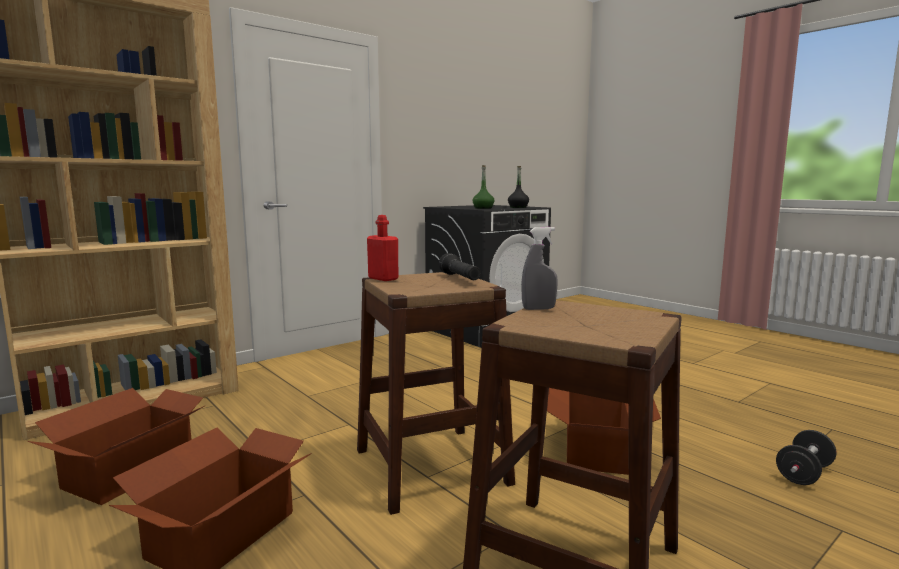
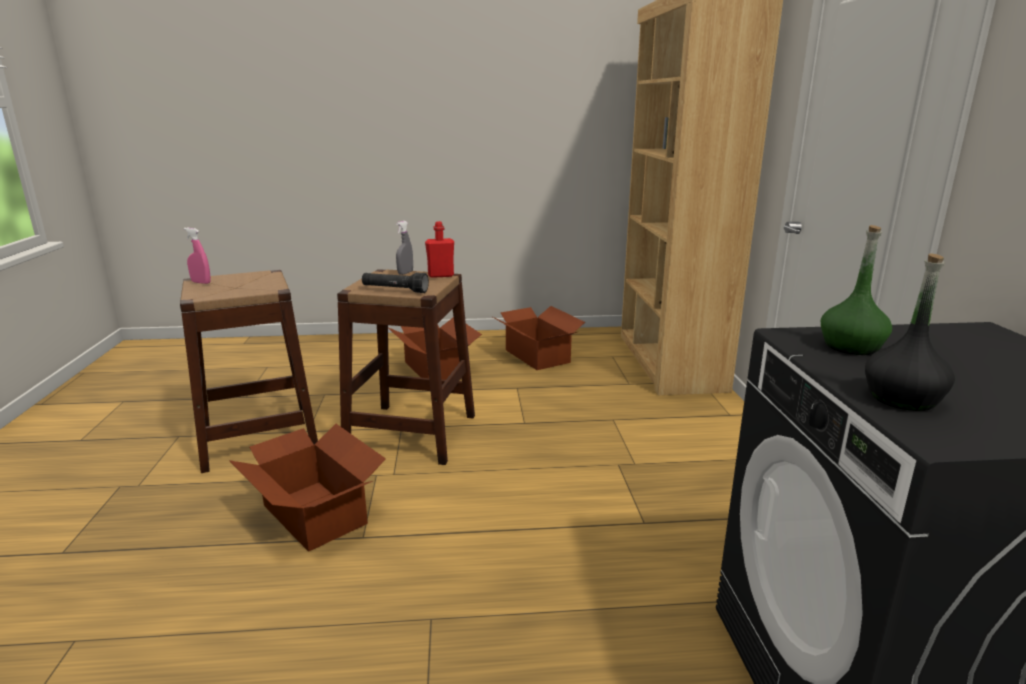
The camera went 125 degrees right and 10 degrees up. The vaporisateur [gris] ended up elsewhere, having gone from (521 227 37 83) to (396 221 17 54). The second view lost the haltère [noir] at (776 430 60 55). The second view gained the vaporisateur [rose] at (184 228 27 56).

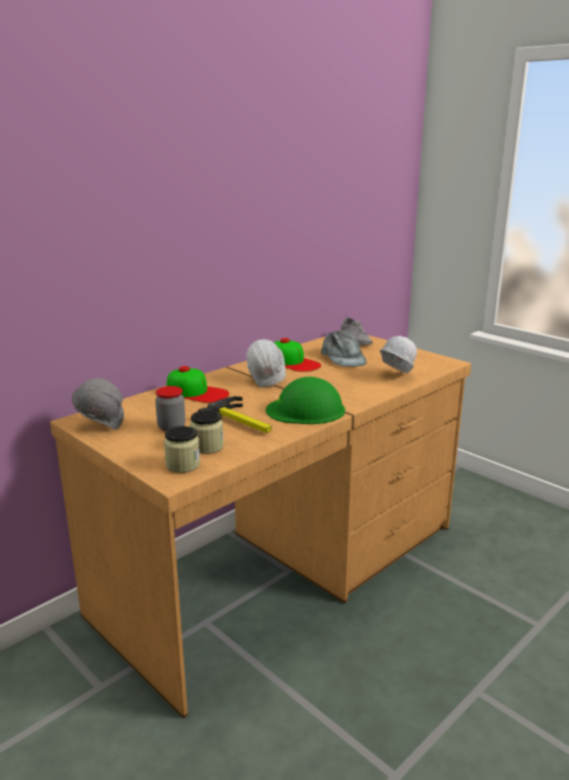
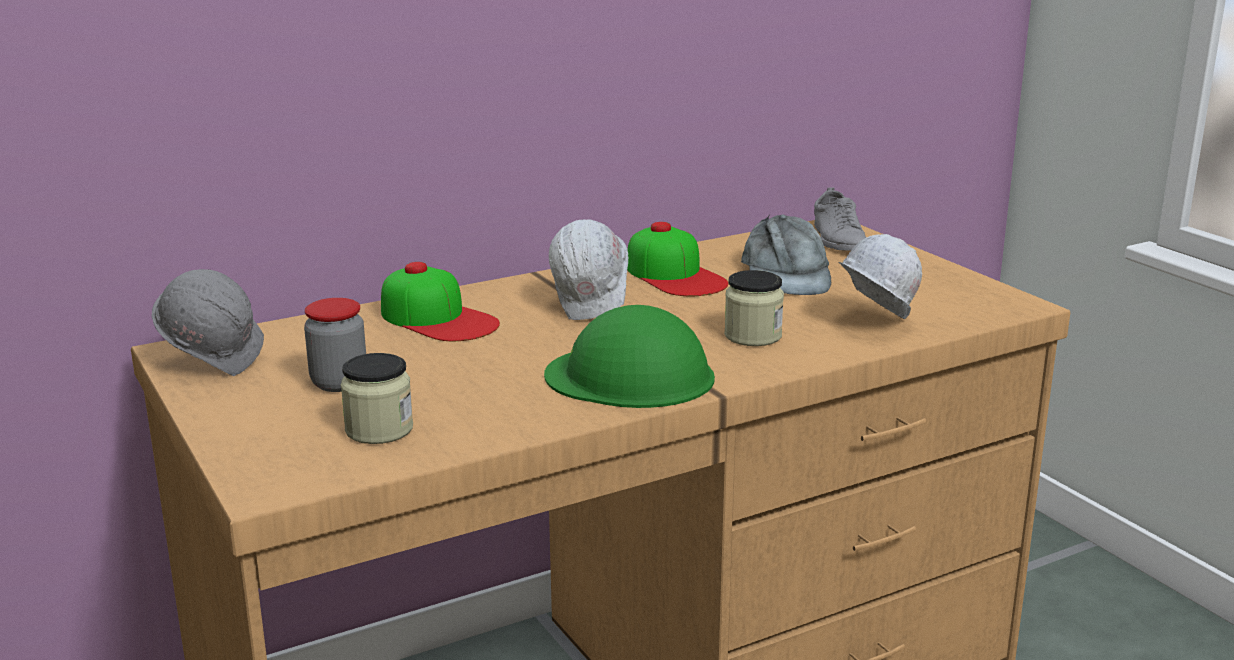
The camera went 15 degrees right and 0 degrees up. The bocal ended up elsewhere, having gone from (164 426 36 47) to (724 270 60 76). The second view lost the marteau at (198 396 74 37).

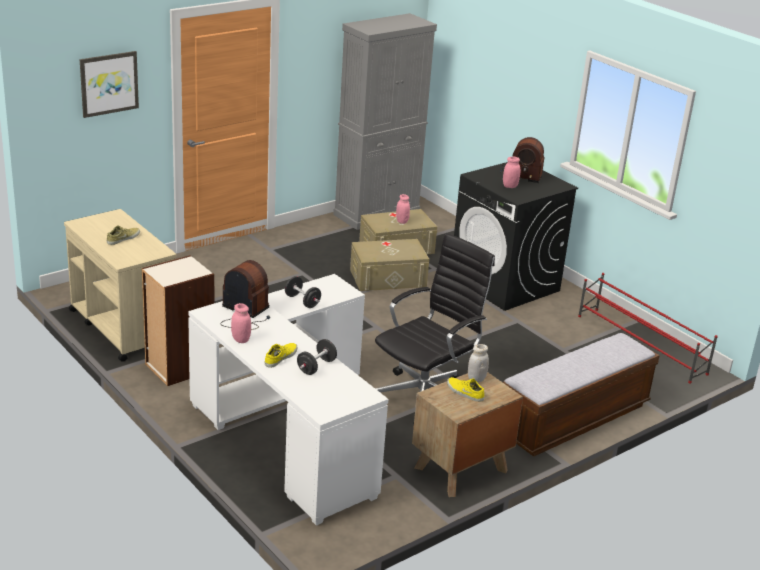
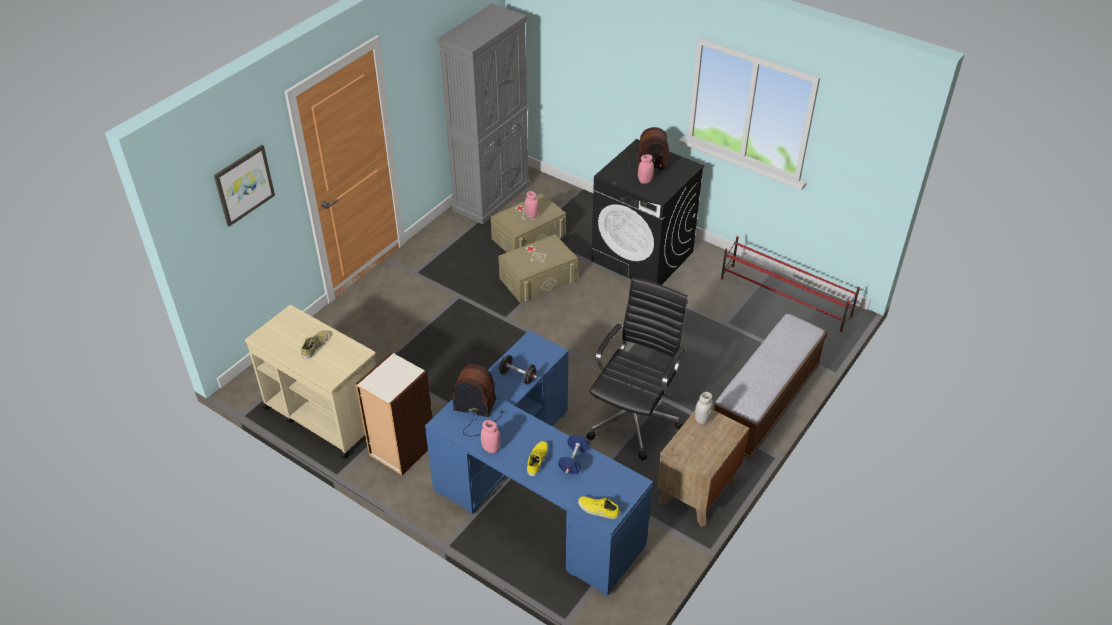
The camera went 15 degrees left and 15 degrees up. What was the bureau [blanc] at (188 274 201 252) turned into the bureau [bleu] at (425 331 228 265). What was the haltère [noir] at (297 339 40 36) turned into the haltère [bleu] at (558 435 32 39). The chaussure [jaune] ended up elsewhere, having gone from (447 377 38 25) to (578 496 42 23).

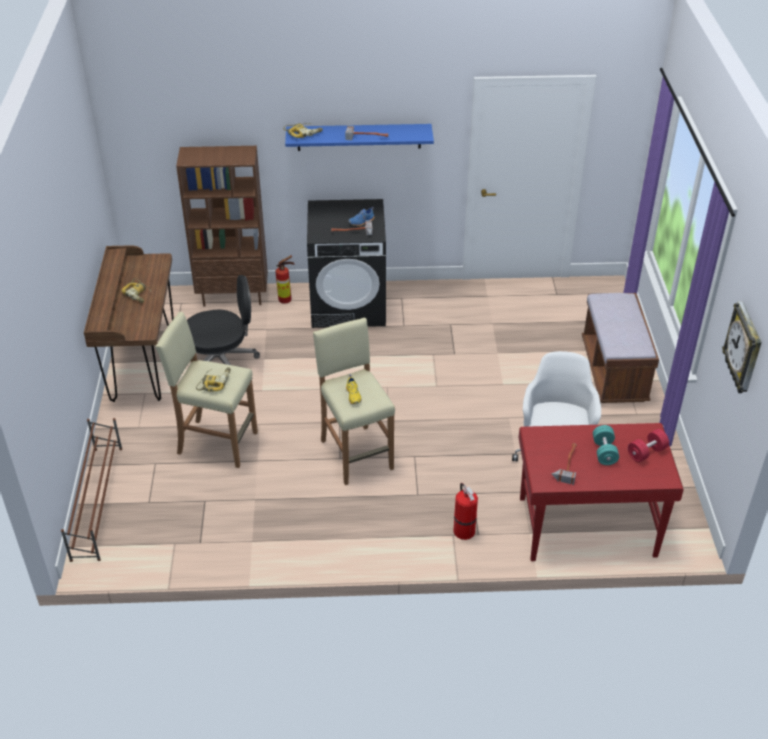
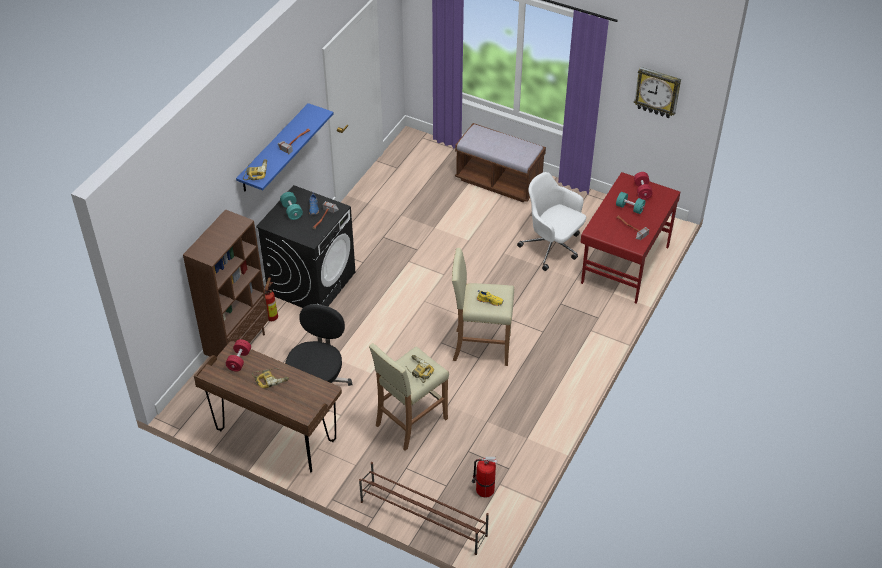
The camera went 60 degrees left and 5 degrees up. The extincteur ended up elsewhere, having gone from (453 483 25 57) to (472 457 25 41). The second view gained the haltère [rouge] at (225 339 26 33). The second view gained the haltère [turquoise] at (280 192 23 28).

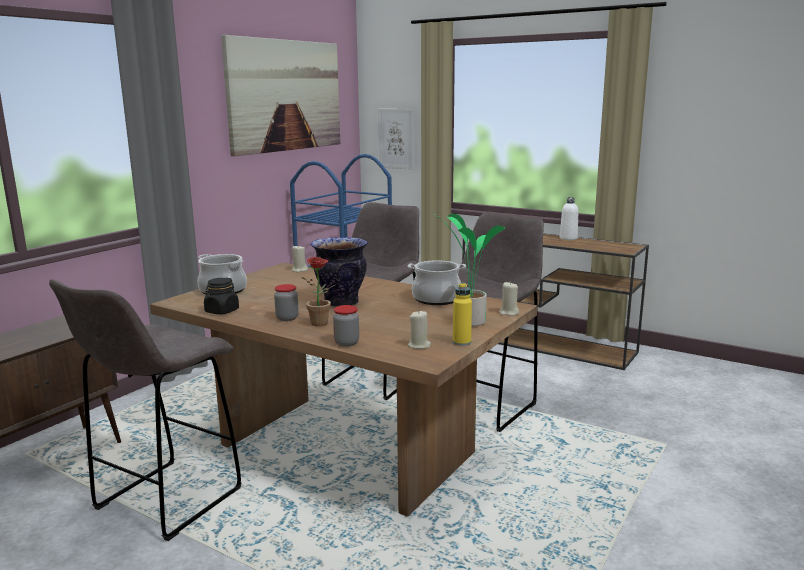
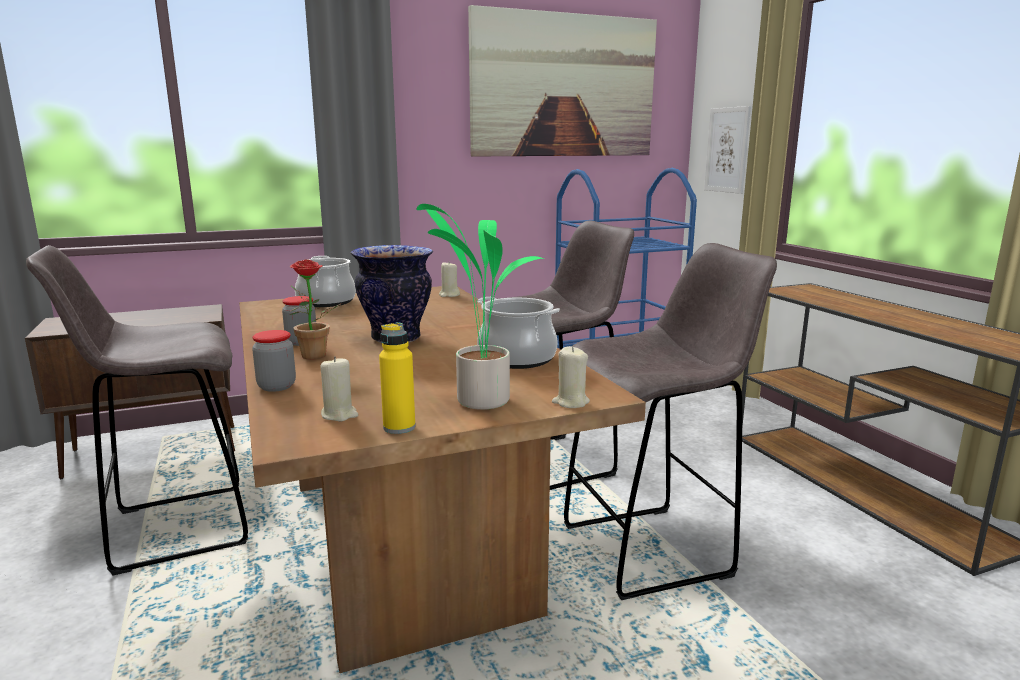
The camera went 35 degrees right and 0 degrees up. The second view lost the bocal [noir] at (204 278 35 36). The second view lost the bouteille [blanc] at (560 197 18 43).

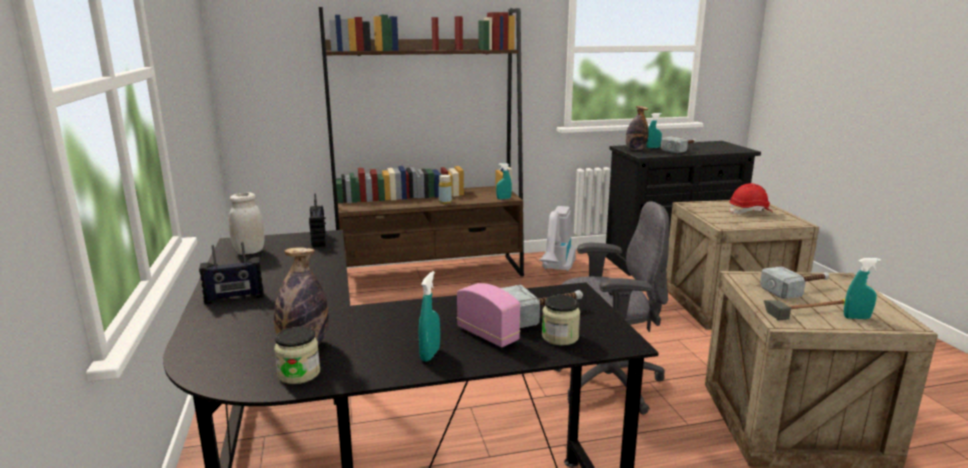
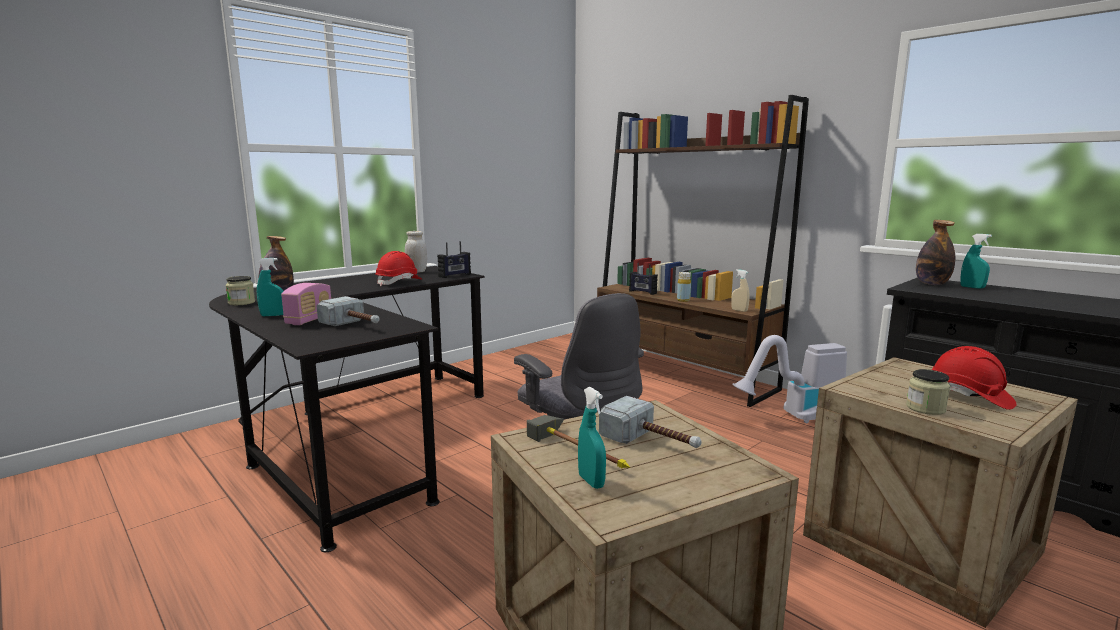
The camera went 60 degrees right and 5 degrees down. The radio ended up elsewhere, having gone from (199 242 65 62) to (629 263 29 32). What was the vaporisateur [turquoise] at (496 163 16 36) turned into the vaporisateur [beige] at (731 269 19 43). The bocal ended up elsewhere, having gone from (542 295 38 50) to (906 369 44 46). The second view lost the marteau at (661 136 35 17). The second view gained the casque de chantier [rouge] at (375 251 47 35).

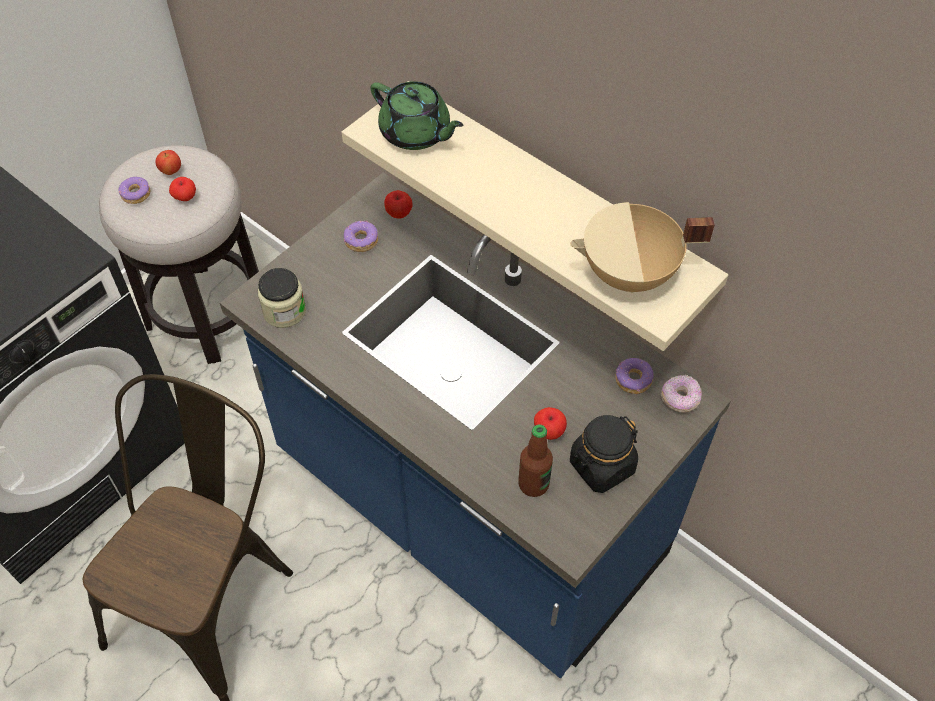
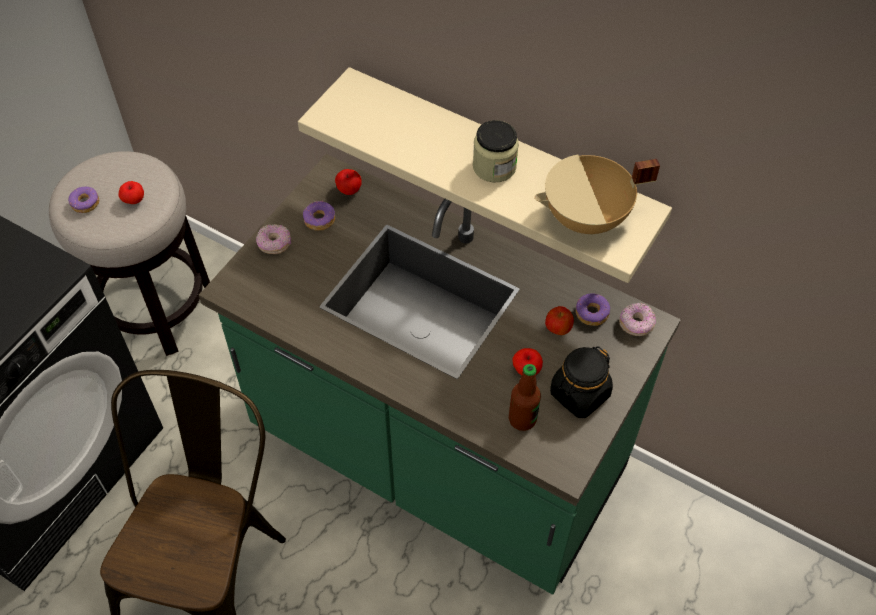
The camera went 10 degrees left and 0 degrees up. The pomme ended up elsewhere, having gone from (155 150 26 25) to (545 306 29 29). What was the comptoir de cuisine [bleu] at (220 172 511 506) turned into the comptoir de cuisine [vert] at (199 154 482 441). The bocal ended up elsewhere, having gone from (258 268 48 60) to (473 120 46 62). The second view lost the théière [vert] at (370 81 93 69). The second view gained the beignet at (256 224 35 30).

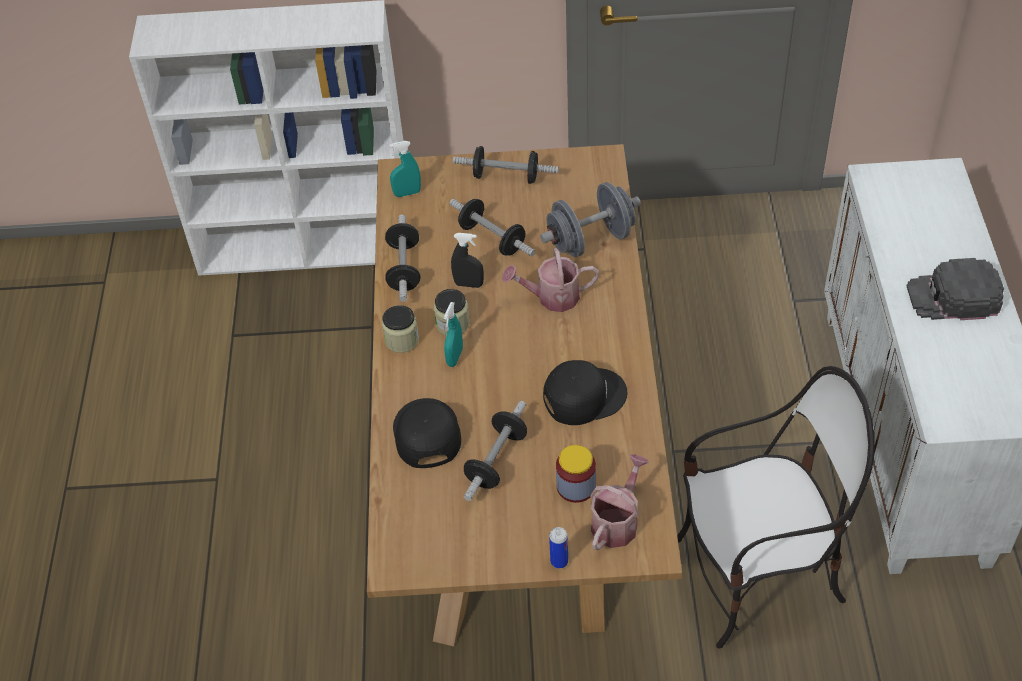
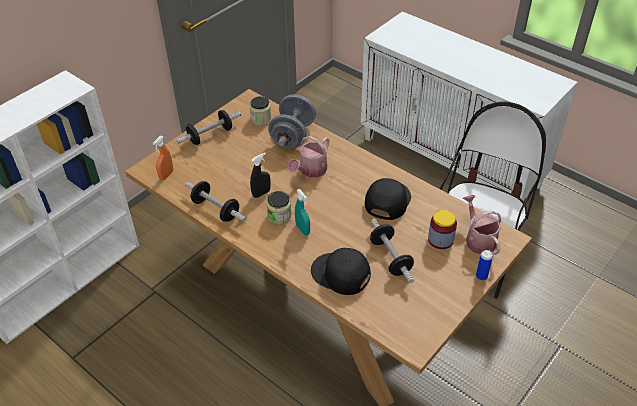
The camera went 50 degrees left and 5 degrees down. The bocal ended up elsewhere, having gone from (382 305 37 48) to (250 96 21 29). What was the vaporisateur [turquoise] at (389 141 32 56) turned into the vaporisateur [orange] at (153 136 20 45). The second view lost the haltère at (449 199 86 58). The second view lost the casquette [noir] at (907 258 97 62).

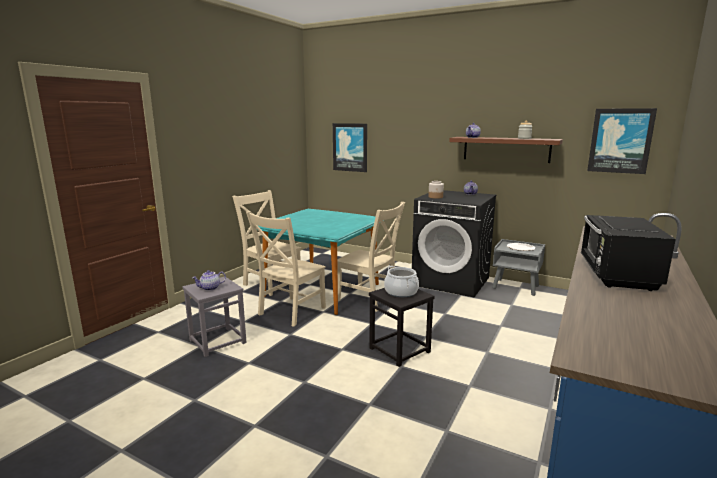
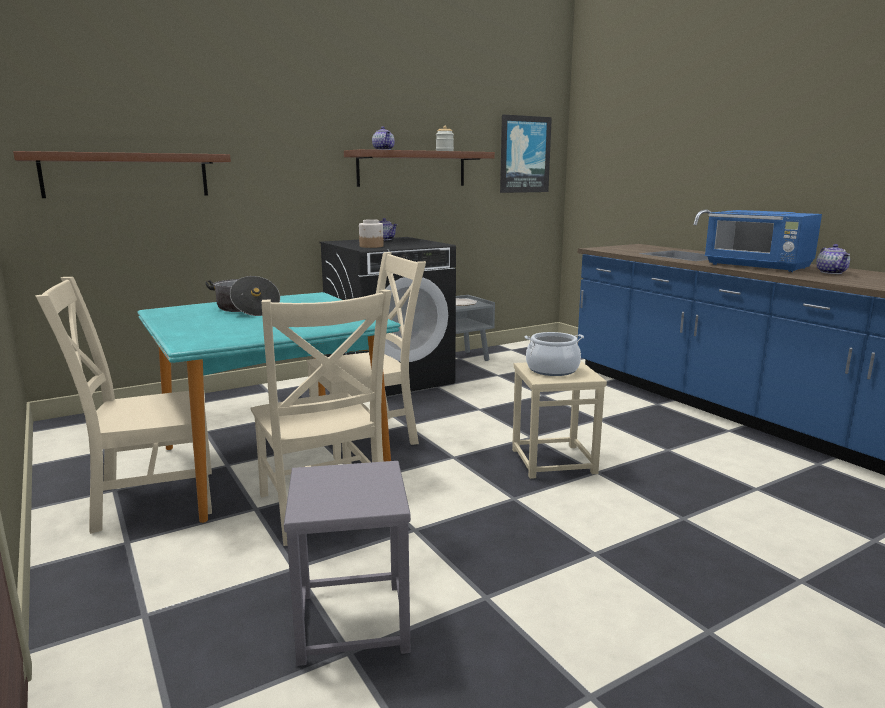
The camera went 60 degrees left and 0 degrees up. The théière ended up elsewhere, having gone from (192 270 34 21) to (816 244 34 30). Where the tableau hung at (333 123 34 49), the étagère [marron] came to hang at (13 151 218 47). What was the tabouret [noir] at (369 288 66 79) turned into the tabouret [beige] at (512 361 95 118). What was the micro-ondes [noir] at (581 215 95 76) turned into the micro-ondes [bleu] at (705 210 117 62). The second view gained the marmite at (206 276 74 40).

